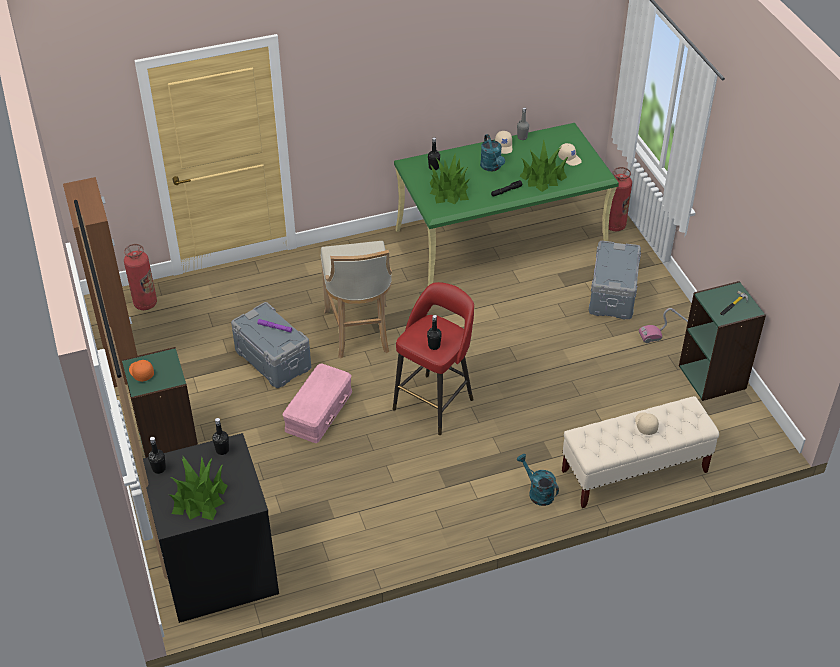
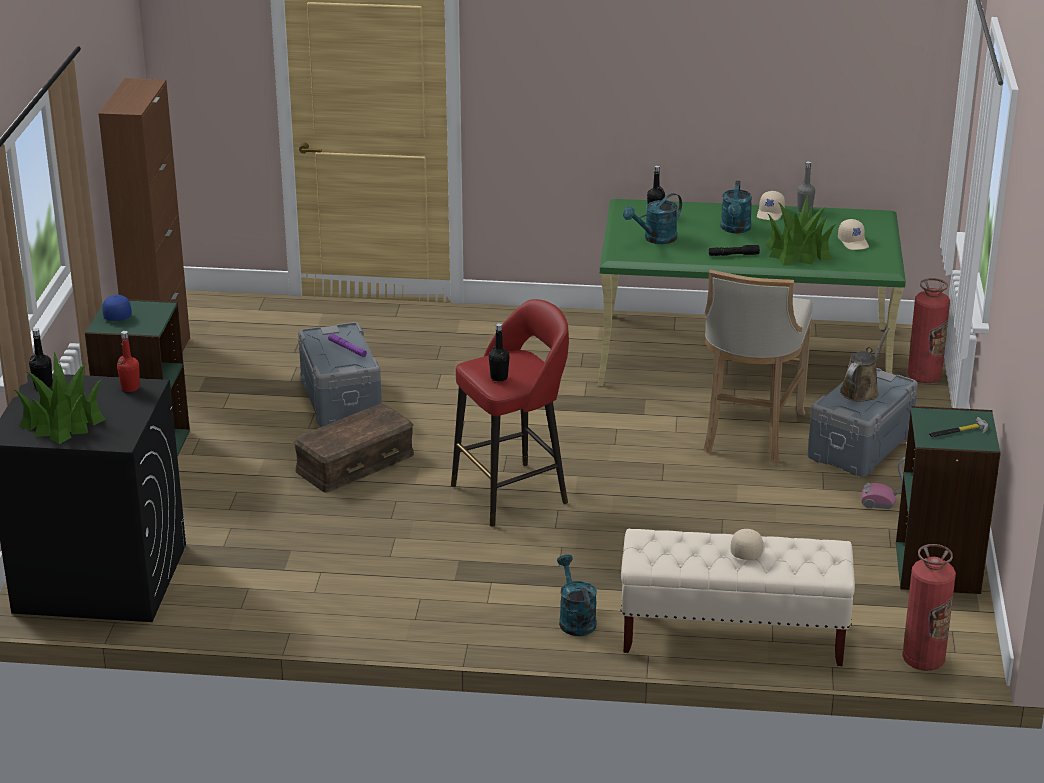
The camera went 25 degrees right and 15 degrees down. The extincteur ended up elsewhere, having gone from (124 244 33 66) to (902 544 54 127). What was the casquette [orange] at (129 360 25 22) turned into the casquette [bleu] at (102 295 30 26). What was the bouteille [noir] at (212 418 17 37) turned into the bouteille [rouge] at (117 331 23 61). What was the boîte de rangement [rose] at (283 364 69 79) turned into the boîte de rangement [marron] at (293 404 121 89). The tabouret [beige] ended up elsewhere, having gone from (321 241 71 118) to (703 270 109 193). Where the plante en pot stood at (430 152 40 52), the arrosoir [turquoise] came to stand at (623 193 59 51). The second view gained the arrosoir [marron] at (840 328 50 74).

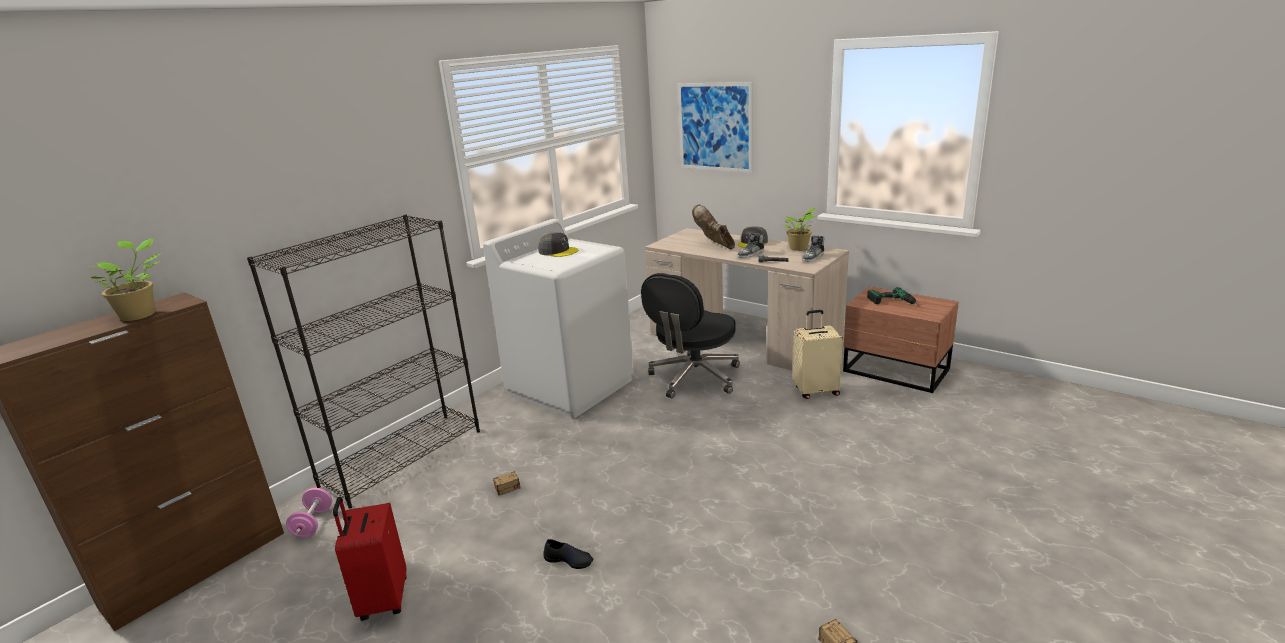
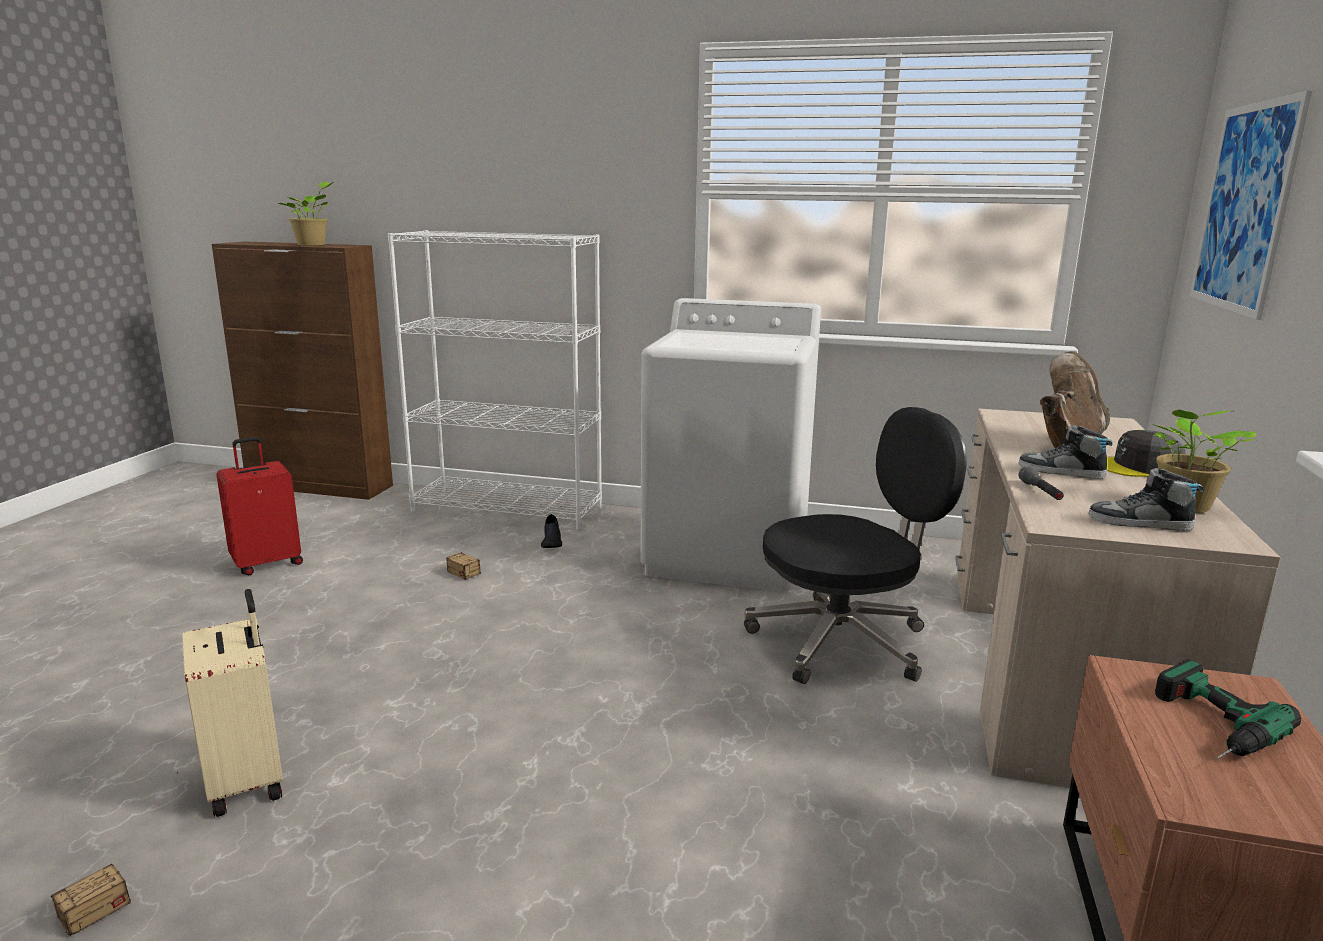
The camera went 65 degrees right and 5 degrees down. What was the bibliothèque [noir] at (247 215 233 294) turned into the bibliothèque [blanc] at (388 230 214 301). The second view lost the haltère [rose] at (286 488 46 50). The second view lost the casquette [gris] at (538 232 40 25). The chaussure [noir] ended up elsewhere, having gone from (543 539 50 30) to (541 514 21 34). The chaise de bureau [noir] at (641 273 99 126) ended up facing another way, 150 degrees clockwise from before. The valise [beige] ended up elsewhere, having gone from (793 310 50 89) to (182 589 101 228).

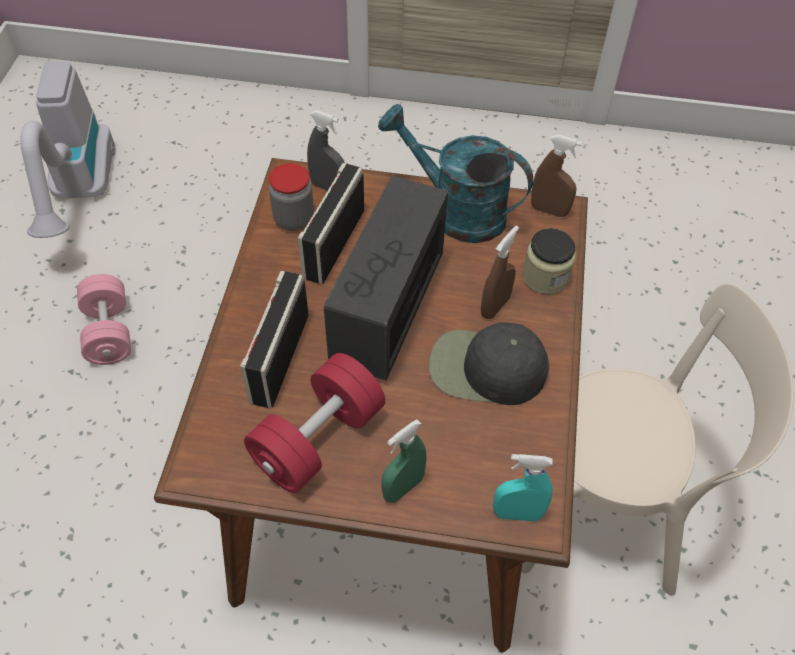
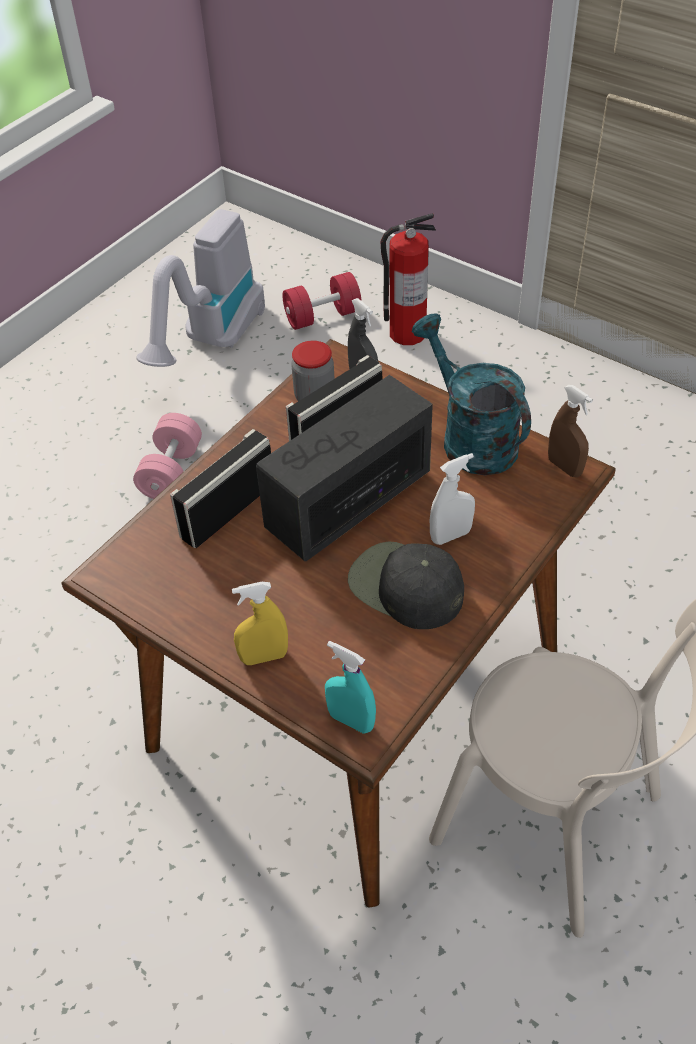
The camera went 30 degrees right and 5 degrees down. The haltère [rouge] ended up elsewhere, having gone from (244 353 141 140) to (283 272 79 58). What was the vaporisateur [vert] at (381 419 46 84) turned into the vaporisateur [jaune] at (232 582 56 83). What was the vaporisateur [marron] at (481 226 38 93) turned into the vaporisateur [blanc] at (430 453 45 92). The second view lost the bocal at (523 228 53 67). The second view gained the extincteur at (380 213 56 132).

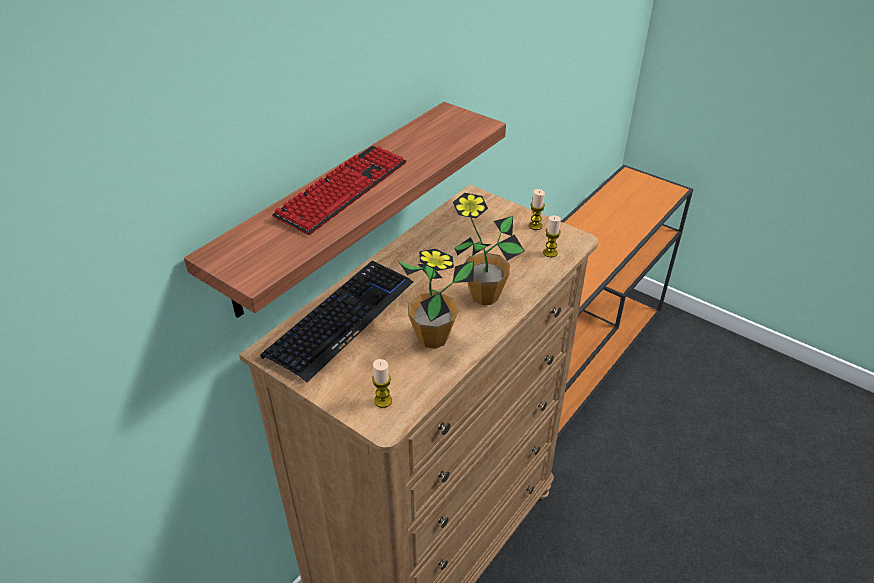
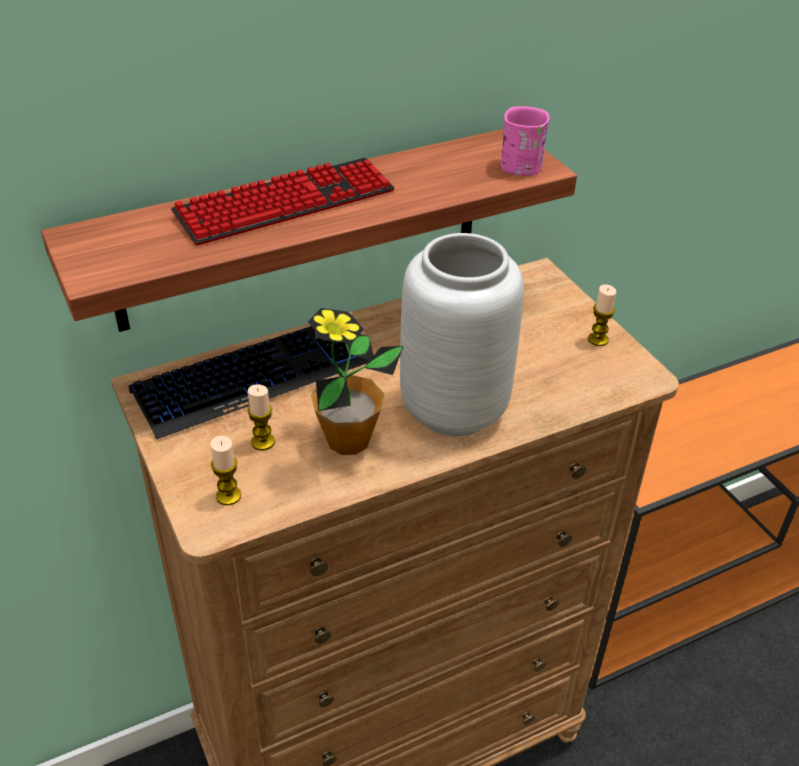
The camera went 25 degrees right and 0 degrees up. Where the plante en pot stood at (453 193 72 112), the vase [gris] came to stand at (400 233 124 203). The bougie ended up elsewhere, having gone from (543 216 18 41) to (247 384 28 66). The second view gained the mug [rose] at (501 106 49 70).

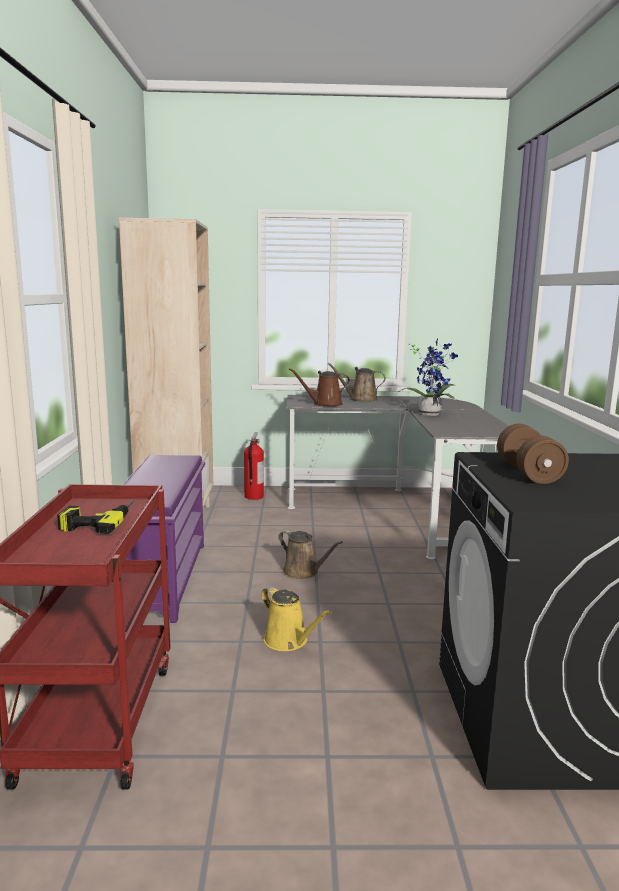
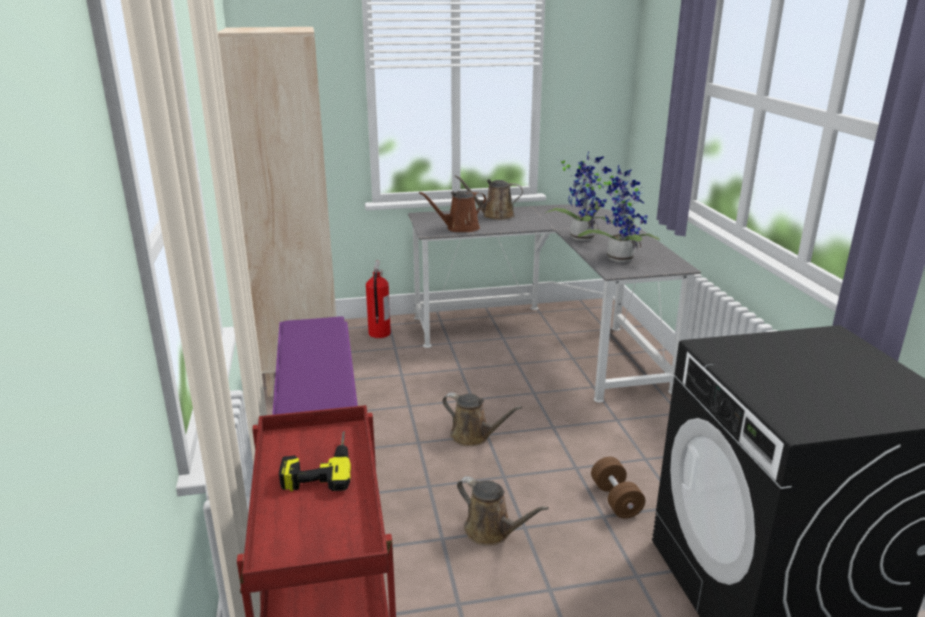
The camera went 10 degrees left and 10 degrees up. What was the arrosoir [jaune] at (262 586 69 65) turned into the arrosoir [marron] at (457 476 92 70). The haltère [marron] ended up elsewhere, having gone from (497 424 72 60) to (591 457 54 62). The second view gained the plante en pot at (578 165 82 97).

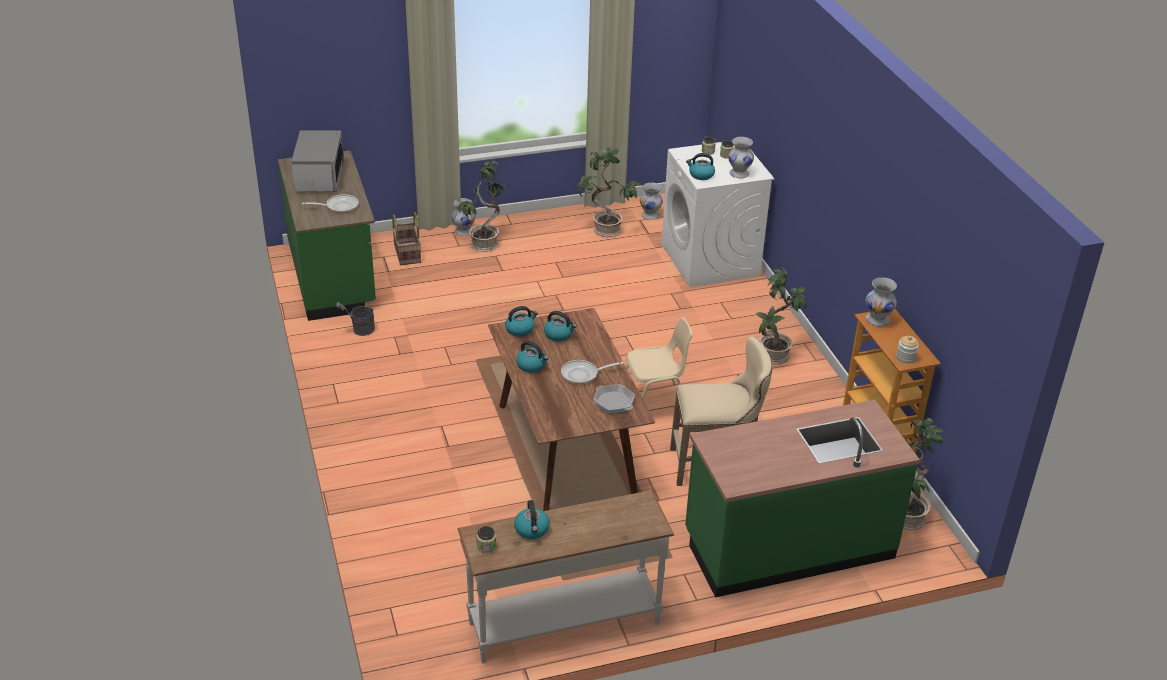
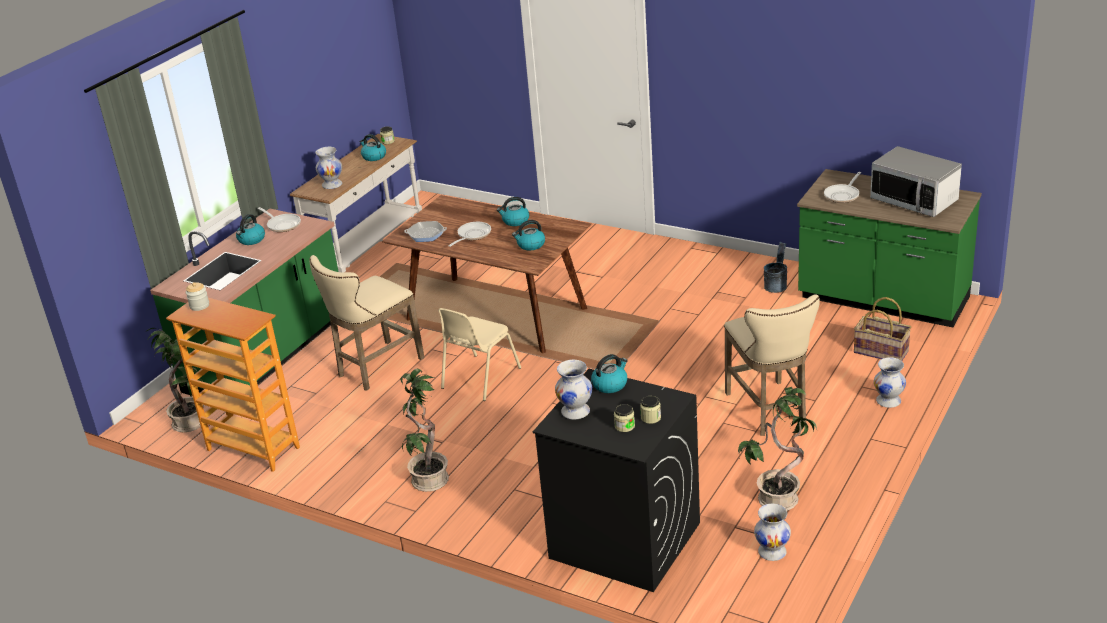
The camera went 140 degrees right and 5 degrees down. The second view lost the plante en pot at (459 161 48 91). The bouilloire ended up elsewhere, having gone from (505 306 33 31) to (236 214 29 31). What was the lave-linge [blanc] at (662 142 112 145) turned into the lave-linge [noir] at (533 369 167 223). The vase [blanc] ended up elsewhere, having gone from (866 277 31 49) to (315 147 27 42). The second view gained the poêle at (258 207 43 25). The second view gained the tabouret [beige] at (724 294 96 142).

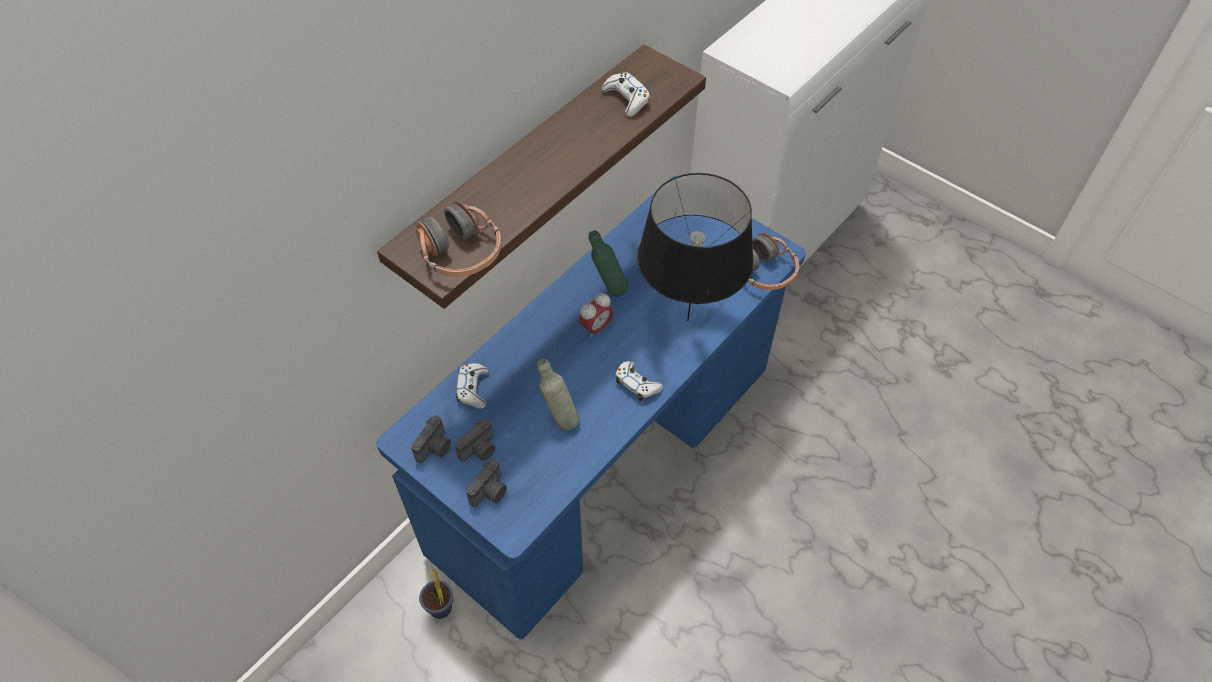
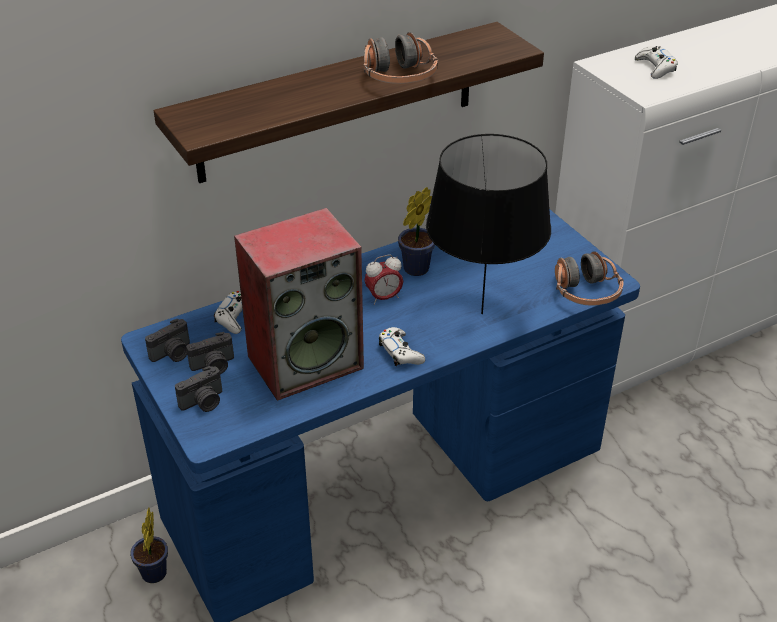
The camera went 20 degrees right and 15 degrees down. The casque audio ended up elsewhere, having gone from (416 201 85 76) to (364 32 74 52). Where the bouteille [gris] stood at (537 359 42 72), the enceinte came to stand at (234 208 130 193). Where the bouteille [vert] stood at (588 230 40 67), the plante en pot came to stand at (398 187 37 89). The manette [blanc] ended up elsewhere, having gone from (601 72 49 45) to (635 46 43 33).

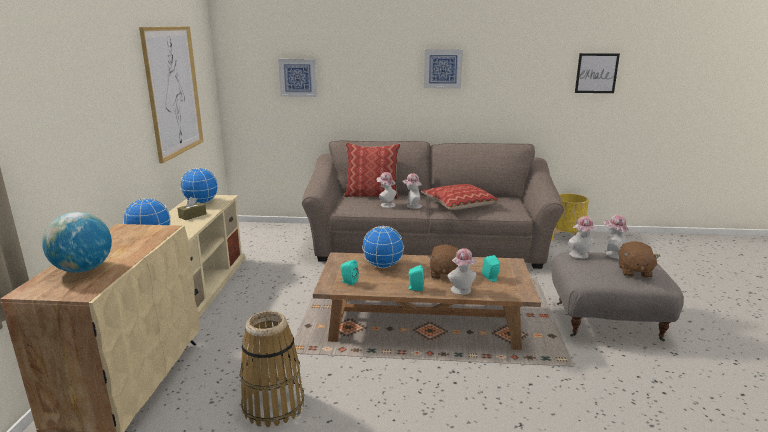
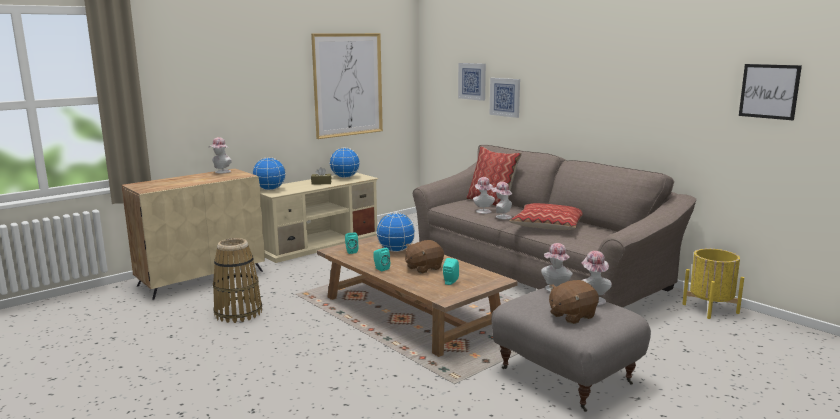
The camera went 45 degrees right and 5 degrees down. The second view lost the globe at (42 212 70 61). The tableau ended up elsewhere, having gone from (424 49 39 40) to (490 78 30 40). The chapeau ended up elsewhere, having gone from (447 248 29 47) to (209 137 23 36).

